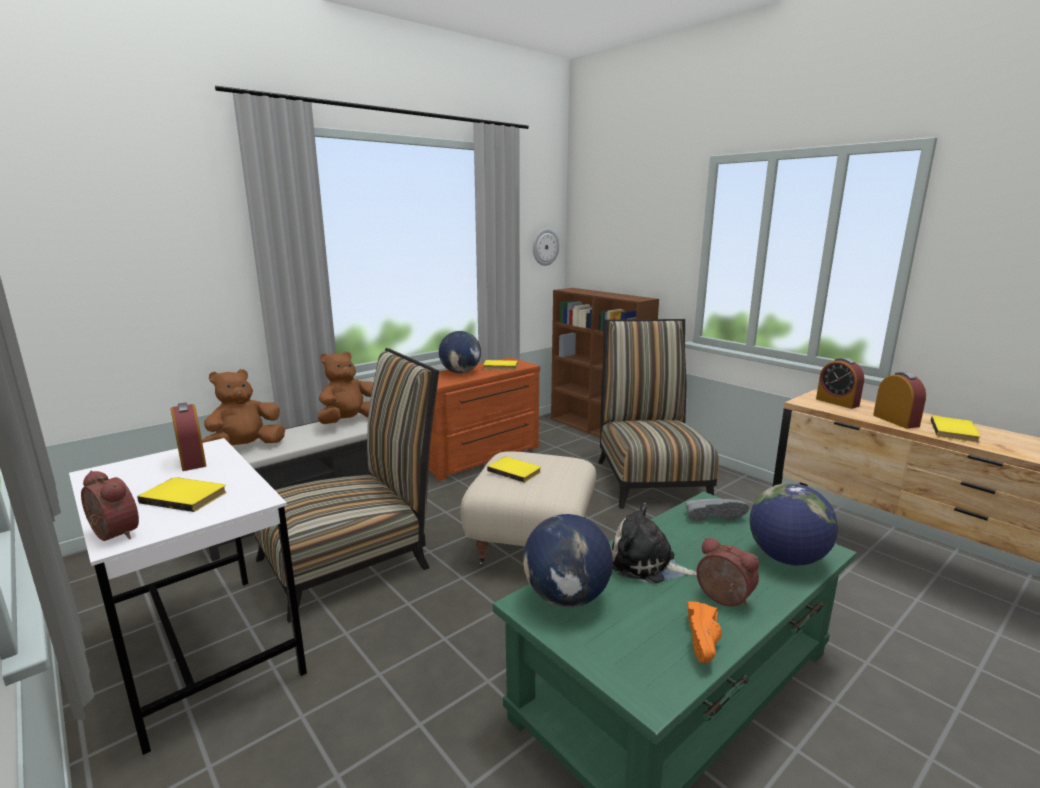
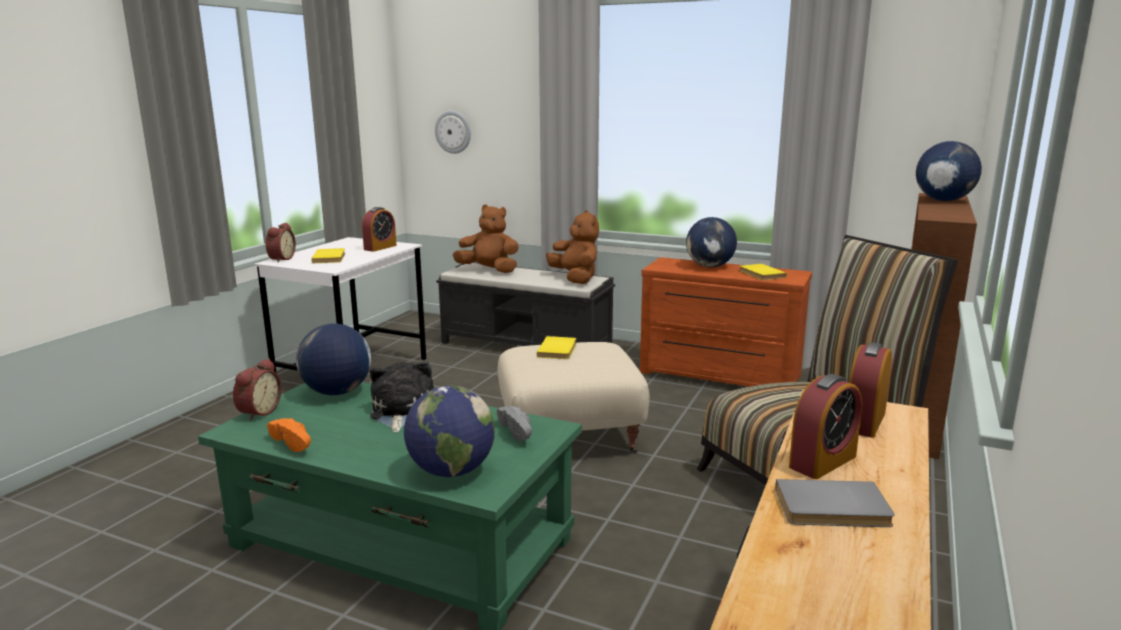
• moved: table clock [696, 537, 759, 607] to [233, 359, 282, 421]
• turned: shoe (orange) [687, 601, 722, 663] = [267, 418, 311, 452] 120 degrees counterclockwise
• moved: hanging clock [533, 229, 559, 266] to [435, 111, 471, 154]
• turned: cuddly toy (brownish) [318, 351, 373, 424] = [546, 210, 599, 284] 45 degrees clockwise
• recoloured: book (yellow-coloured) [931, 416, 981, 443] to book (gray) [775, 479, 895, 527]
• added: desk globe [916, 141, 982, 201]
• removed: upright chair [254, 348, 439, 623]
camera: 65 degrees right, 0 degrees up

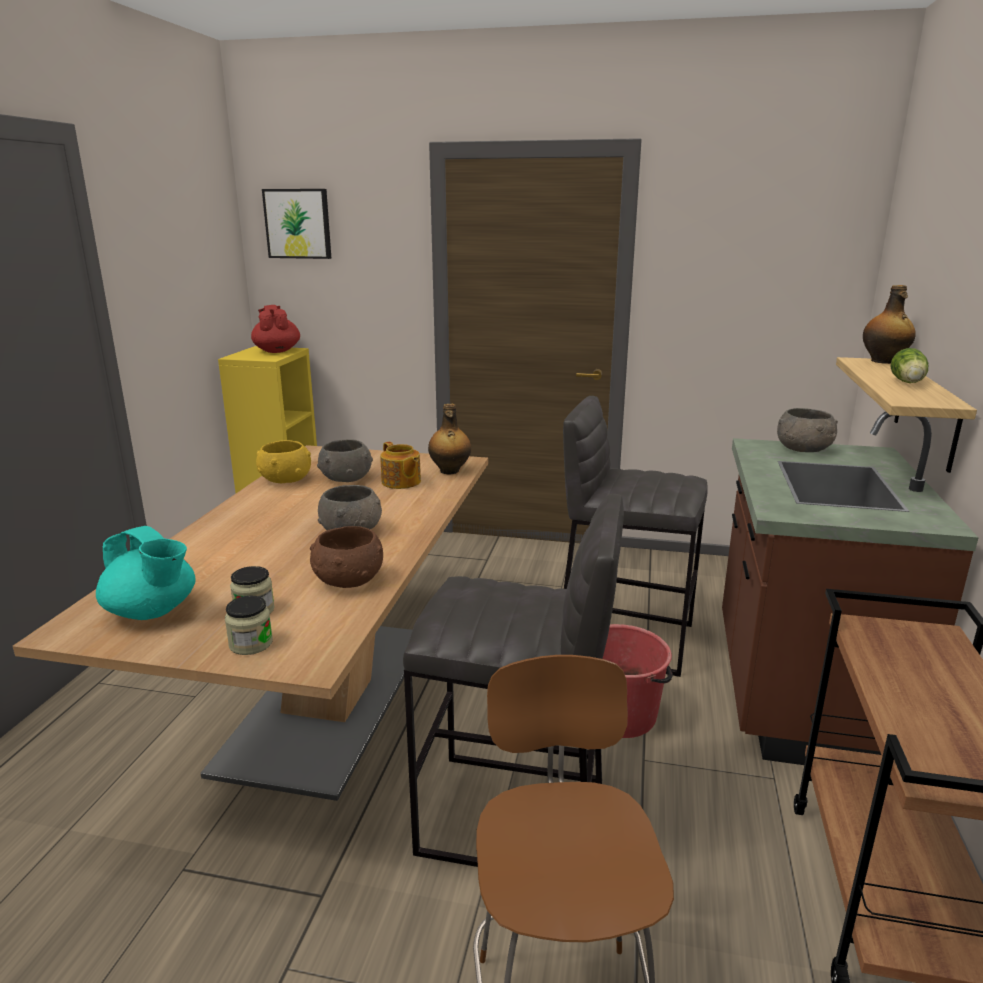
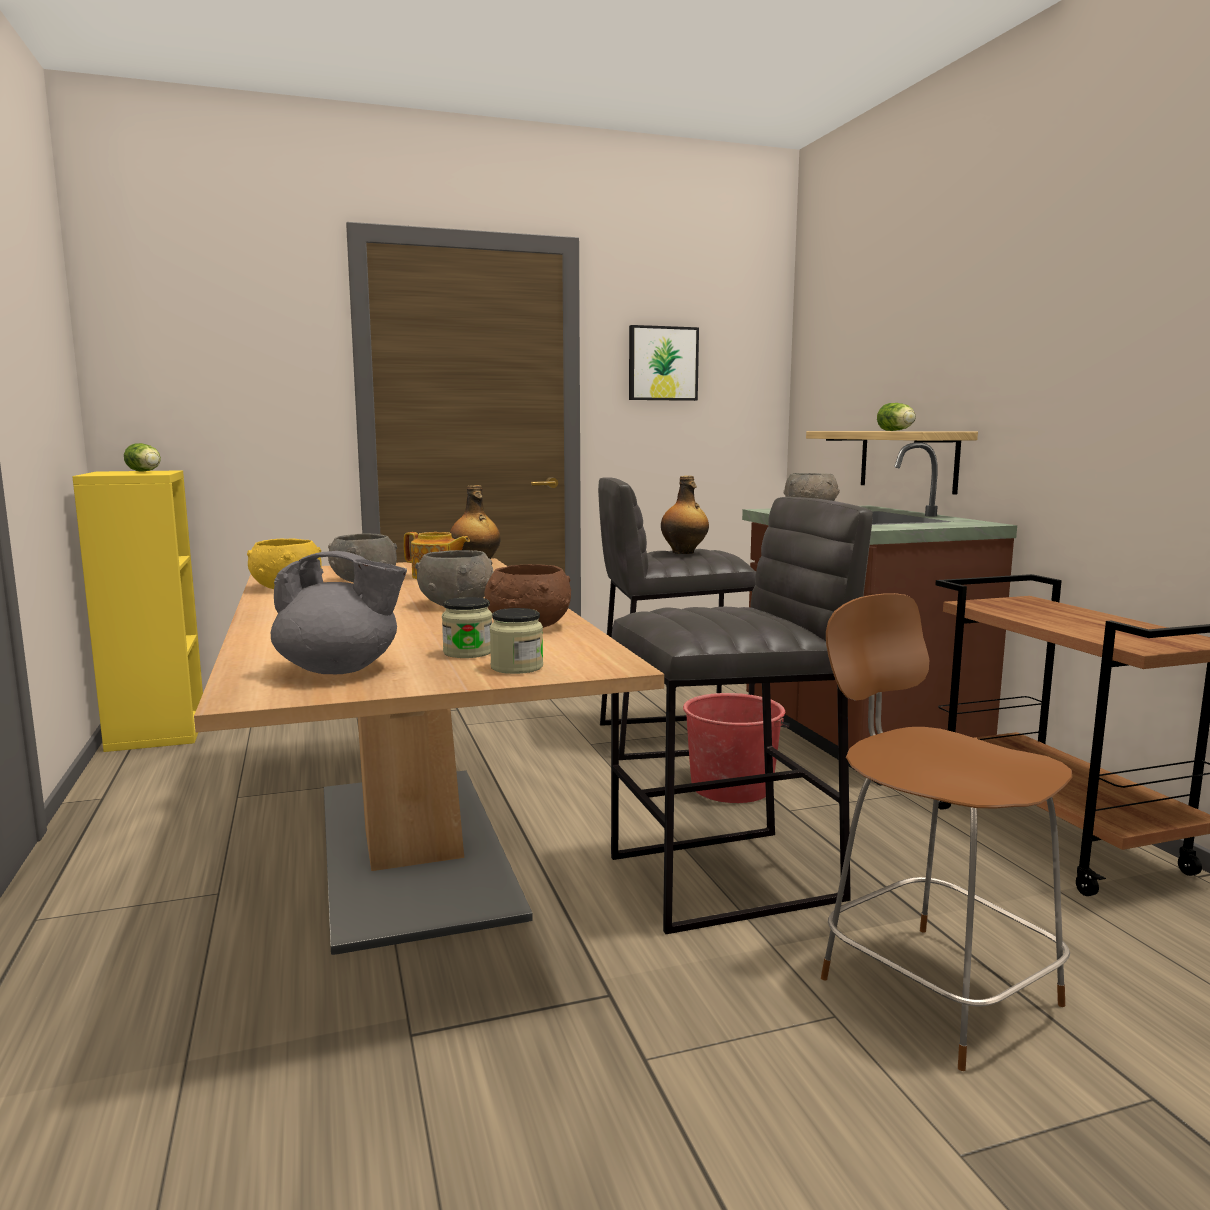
• replaced: teapot (reddish) [251, 305, 300, 353] to head of lettuce [124, 443, 161, 472]
• recoloured: teapot (turquoise-coloured) [96, 526, 196, 620] to teapot (gray) [271, 551, 407, 674]
• moved: picture [262, 189, 331, 259] to [629, 325, 699, 401]
• moved: beverage bottle [863, 285, 916, 364] to [661, 476, 709, 554]
camera: 30 degrees left, 10 degrees down

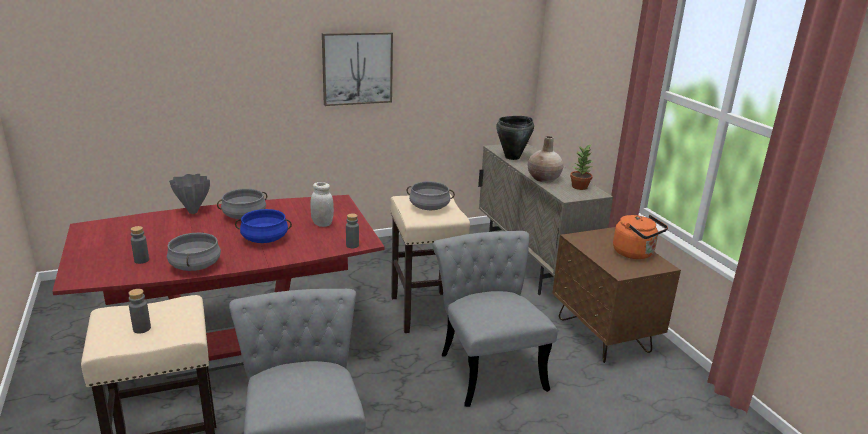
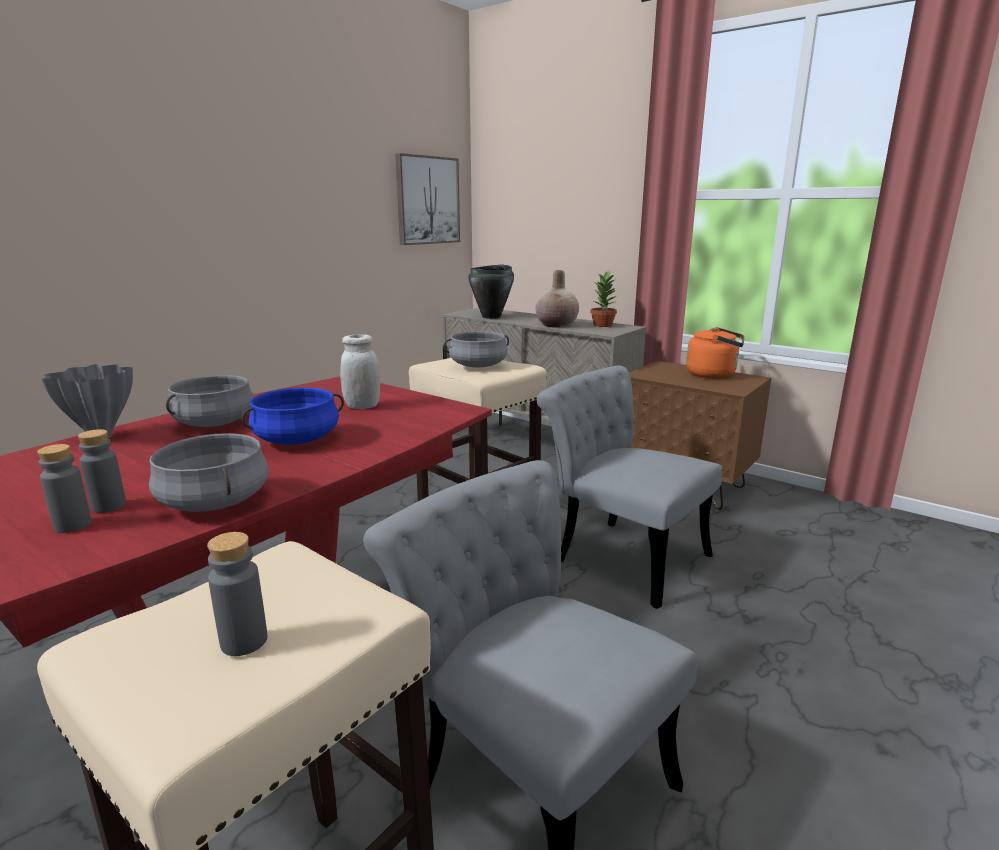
• moved: beverage bottle (gray) [346, 213, 359, 248] to [78, 429, 126, 513]
• moved: picture [322, 32, 393, 106] to [395, 153, 460, 245]
camera: 30 degrees left, 5 degrees down

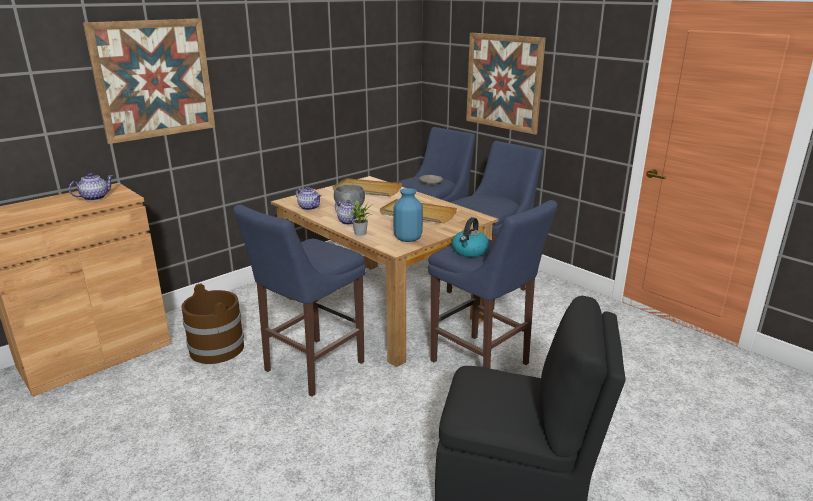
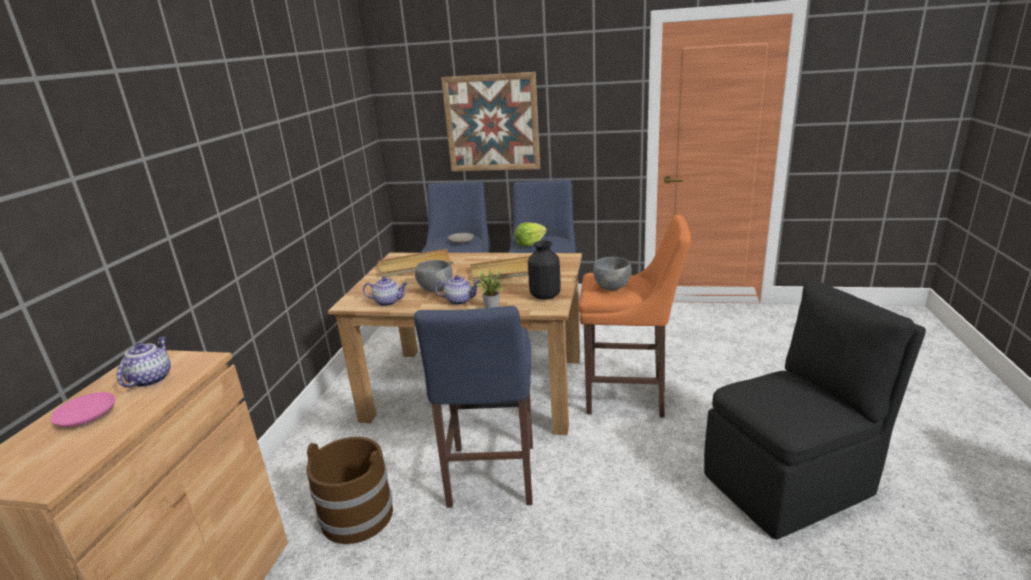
• added: plate (pink-coloured) [50, 392, 116, 427]
• added: head of lettuce [514, 222, 547, 247]
• recoloured: flower vase (blue) [393, 188, 423, 242] to flower vase (black) [528, 240, 561, 300]
• recoloured: stool seat (blue) [428, 200, 557, 368] to stool seat (orange) [579, 215, 691, 417]
• replaced: water kettle [452, 217, 489, 257] to serving bowl (gray) [593, 257, 632, 291]
• removed: picture [82, 18, 215, 144]
camera: 35 degrees left, 0 degrees up

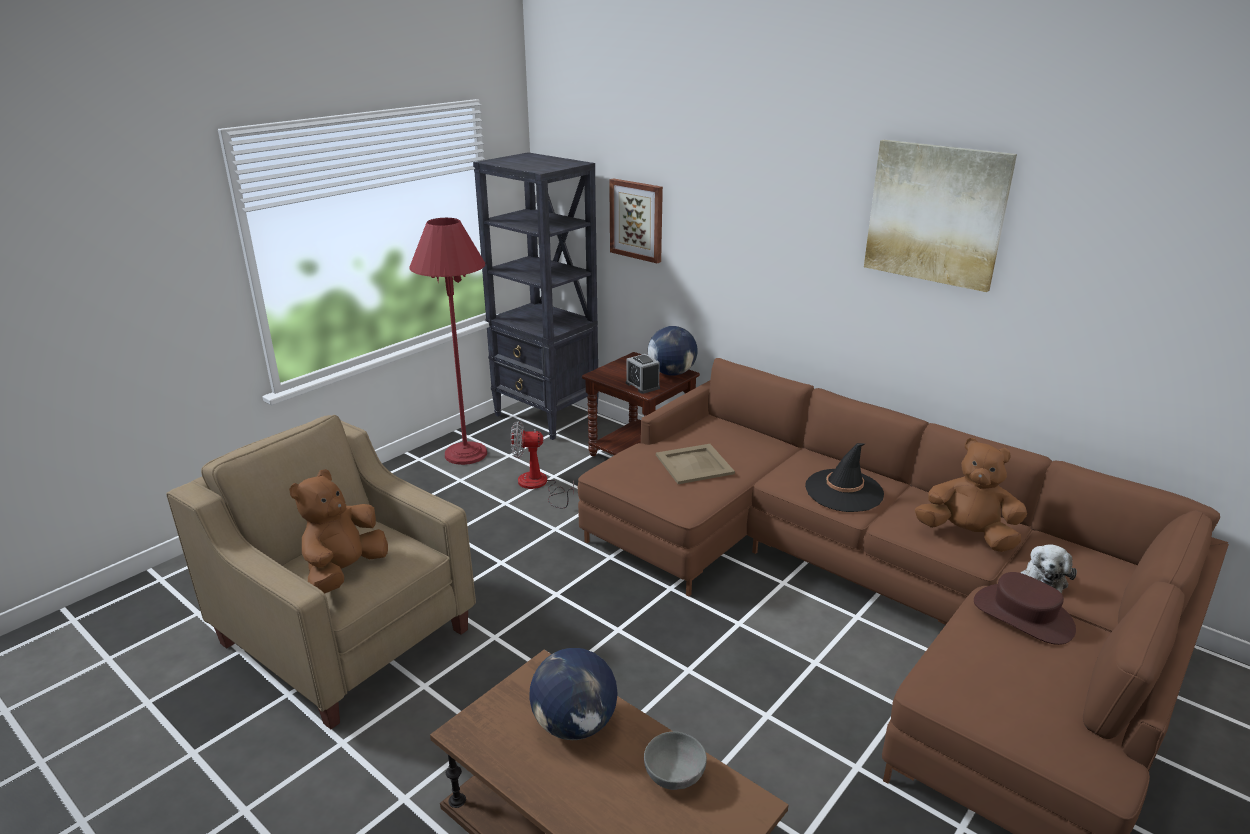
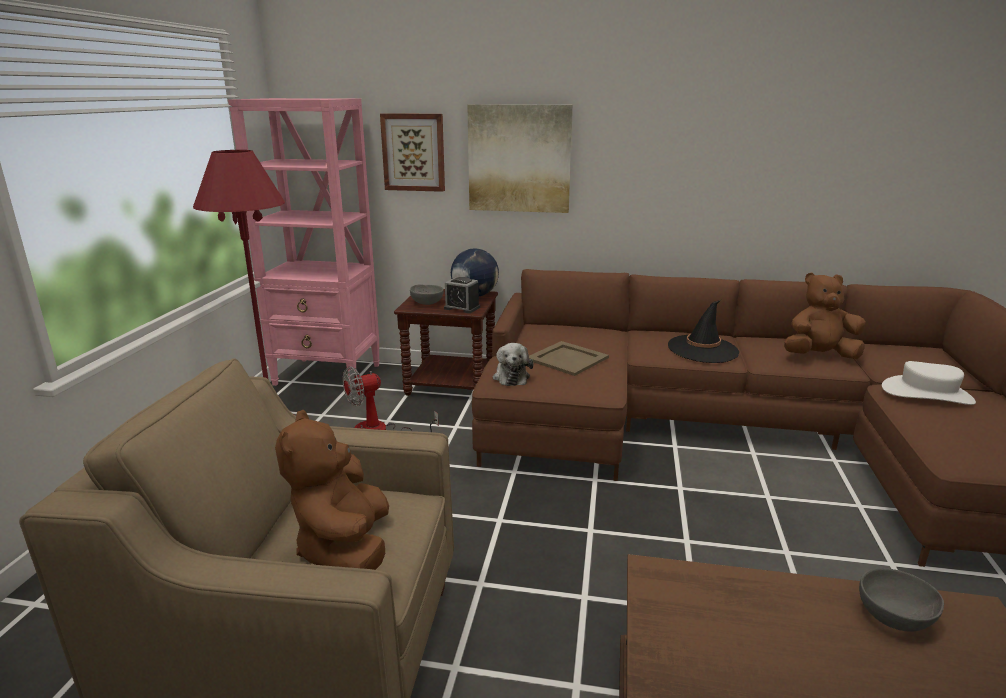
• recoloured: bookcase (black) [473, 152, 599, 440] to bookcase (pink-coloured) [228, 98, 380, 392]
• added: serving bowl (gray) [410, 284, 444, 305]
• moved: picture [864, 140, 1017, 292] to [467, 104, 573, 213]
• moved: cuddly toy [1021, 544, 1077, 594] to [493, 343, 533, 386]
• recoloured: wearable hat (brownish) [974, 572, 1076, 645] to wearable hat (whitish) [882, 361, 976, 405]
• removed: desk globe [529, 648, 618, 740]
camera: 30 degrees left, 5 degrees down

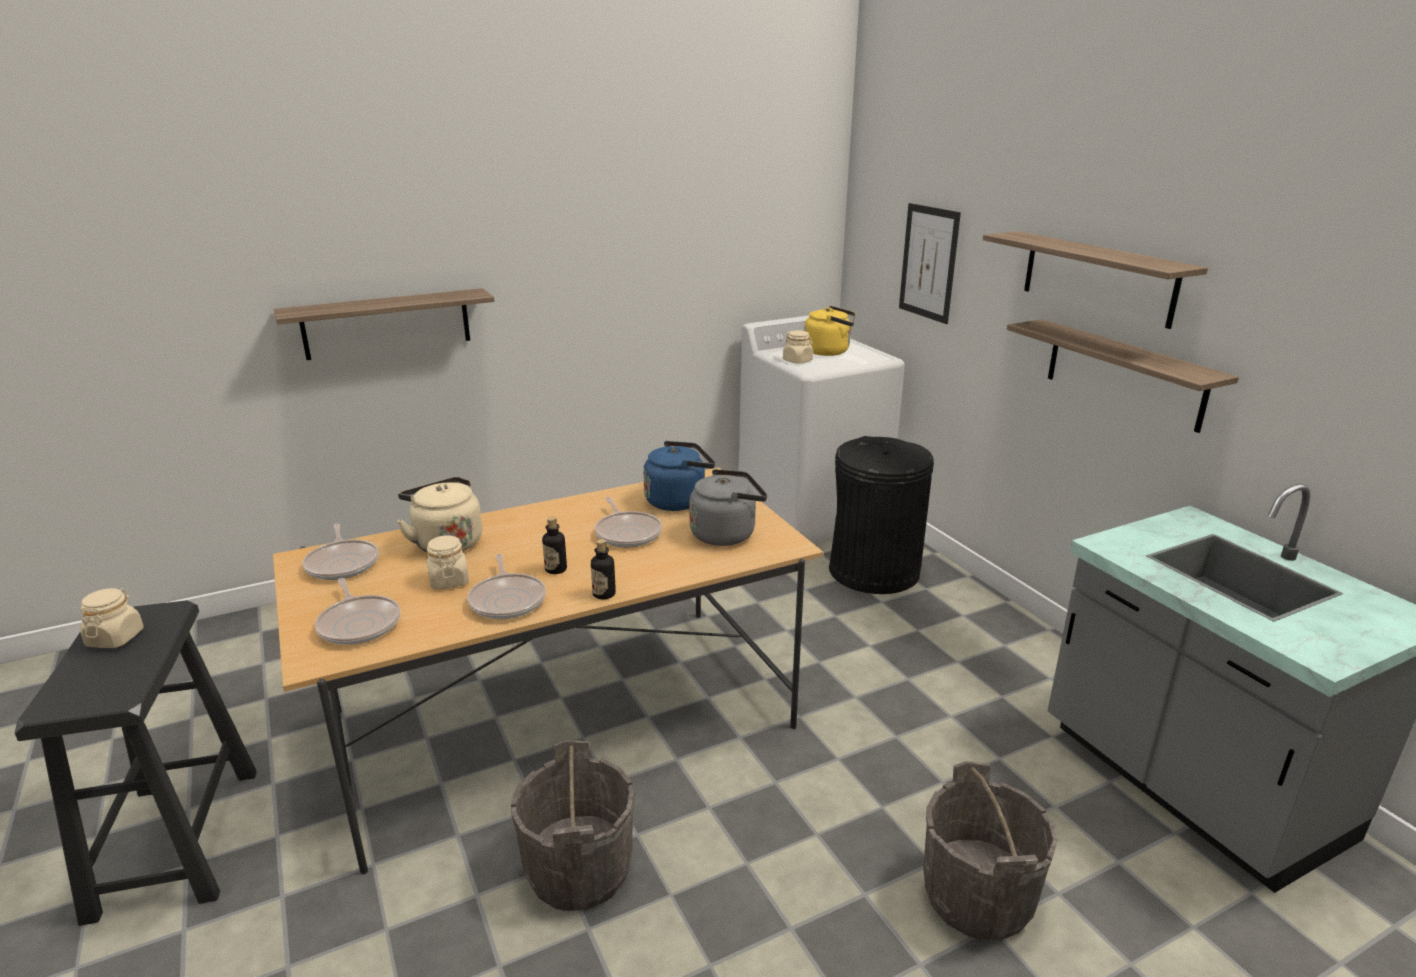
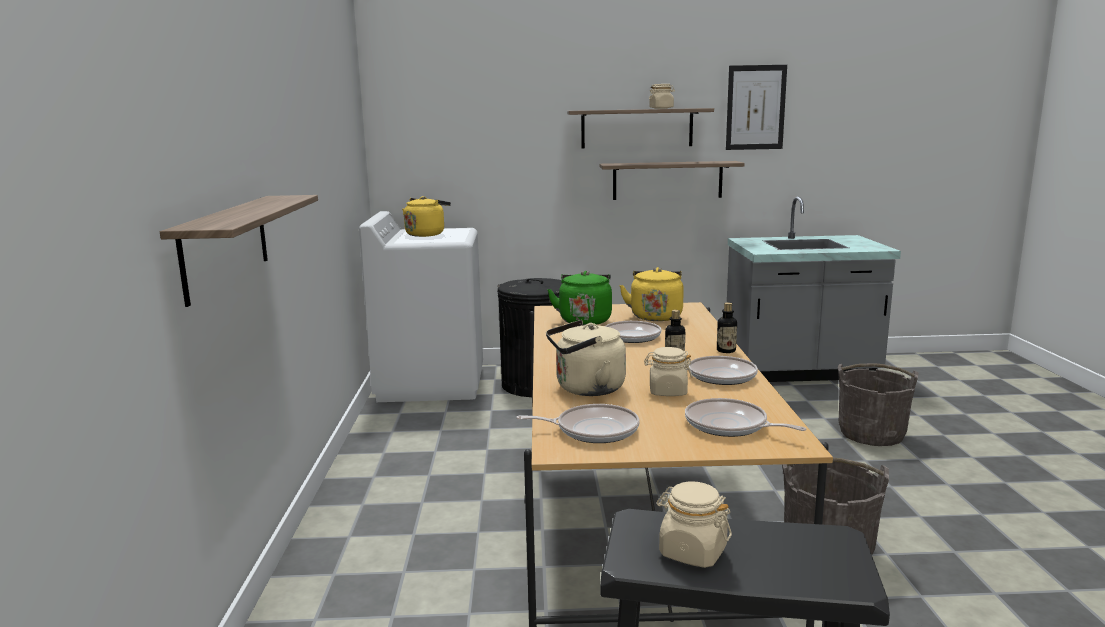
• recoloured: water kettle (blue) [643, 441, 715, 511] to water kettle (green-coloured) [547, 271, 612, 326]
• recoloured: water kettle (gray) [689, 469, 767, 546] to water kettle (yellow-coloured) [619, 267, 684, 321]
• moved: jar (beige) [783, 330, 813, 364] to [649, 84, 675, 109]
• turned: pan [315, 578, 400, 645] = [685, 398, 806, 437] 135 degrees counterclockwise
• moved: picture [899, 203, 961, 324] to [726, 65, 787, 150]
camera: 65 degrees left, 10 degrees down

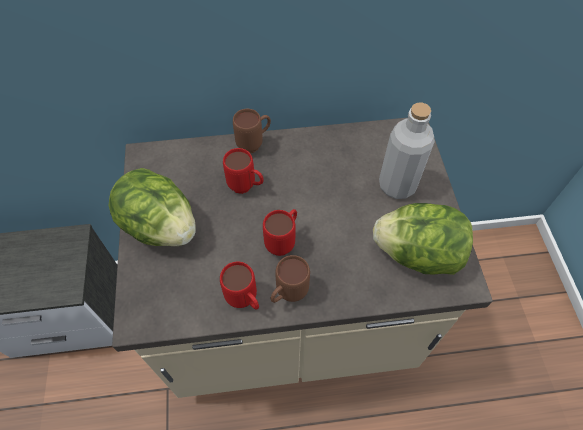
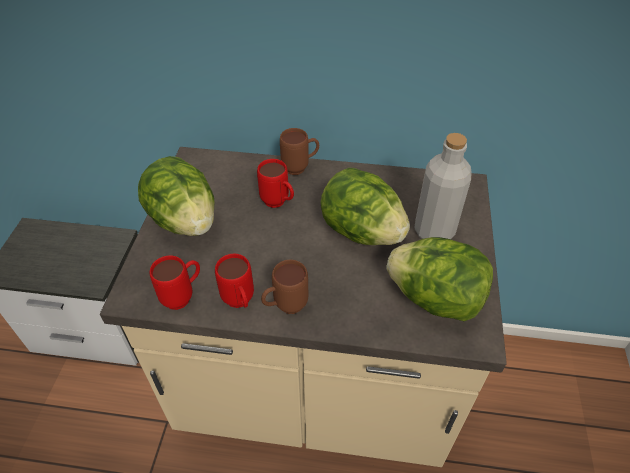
• moved: coffee mug (reddish) [263, 209, 297, 256] to [150, 255, 200, 310]
• added: head of lettuce [320, 168, 410, 245]
camera: 15 degrees right, 10 degrees down

